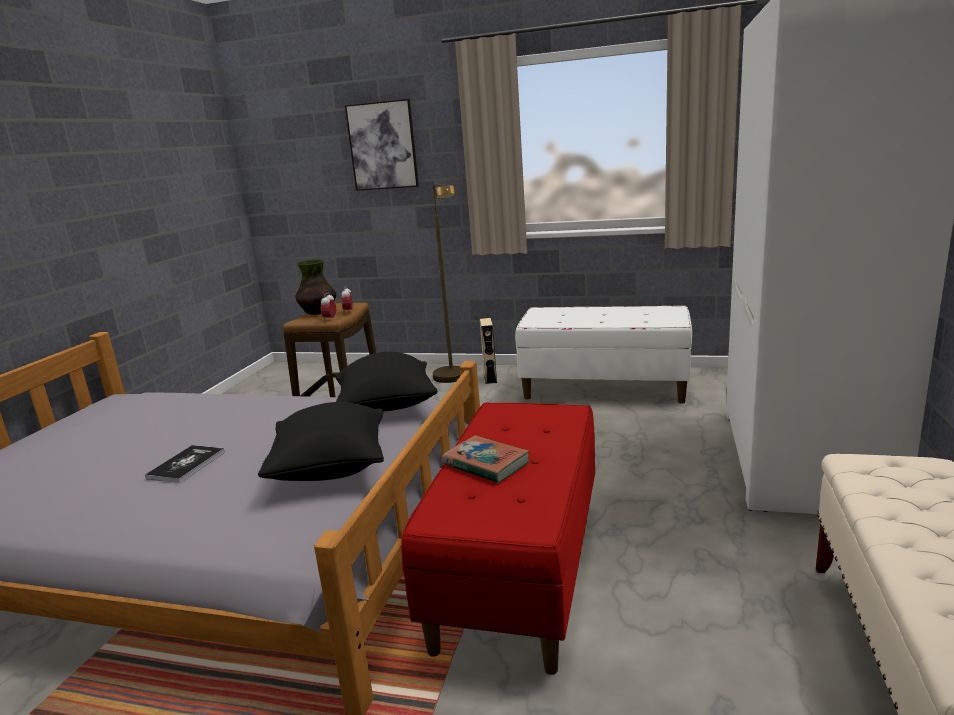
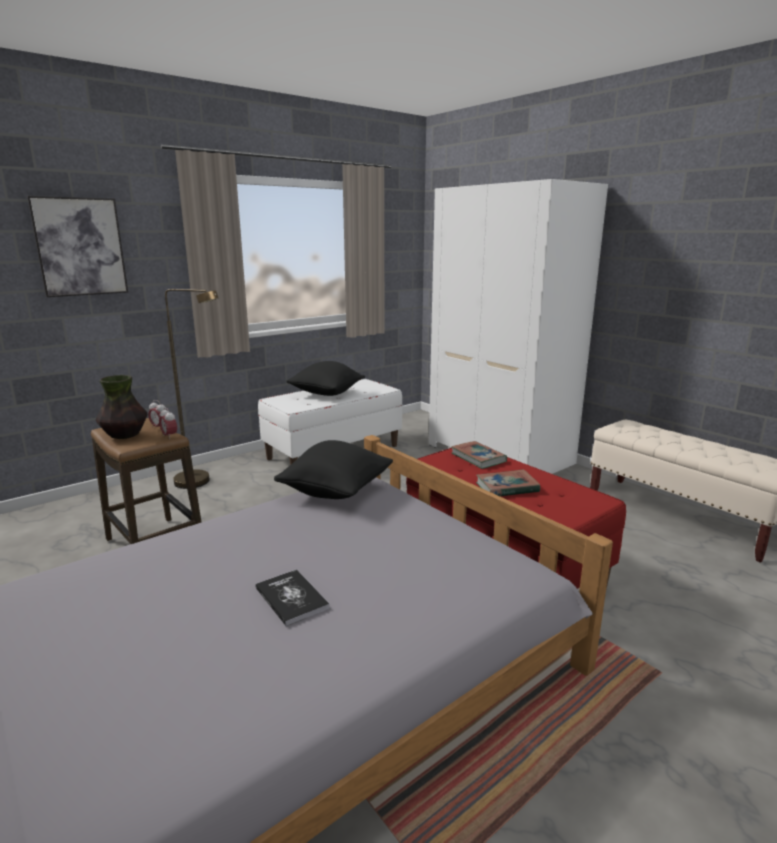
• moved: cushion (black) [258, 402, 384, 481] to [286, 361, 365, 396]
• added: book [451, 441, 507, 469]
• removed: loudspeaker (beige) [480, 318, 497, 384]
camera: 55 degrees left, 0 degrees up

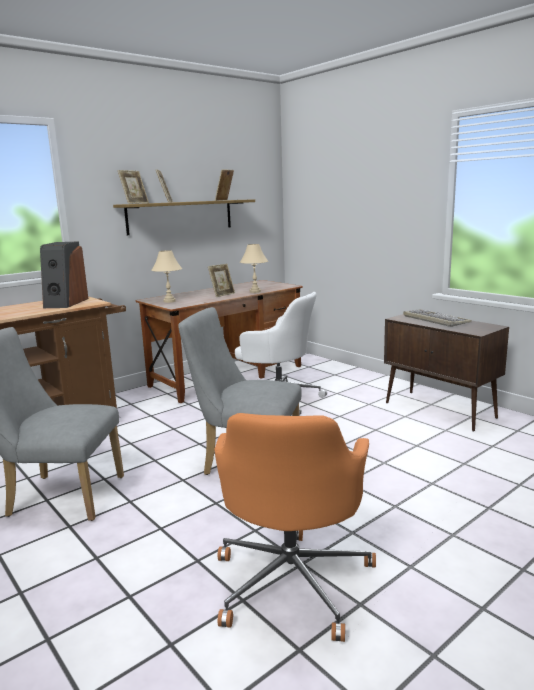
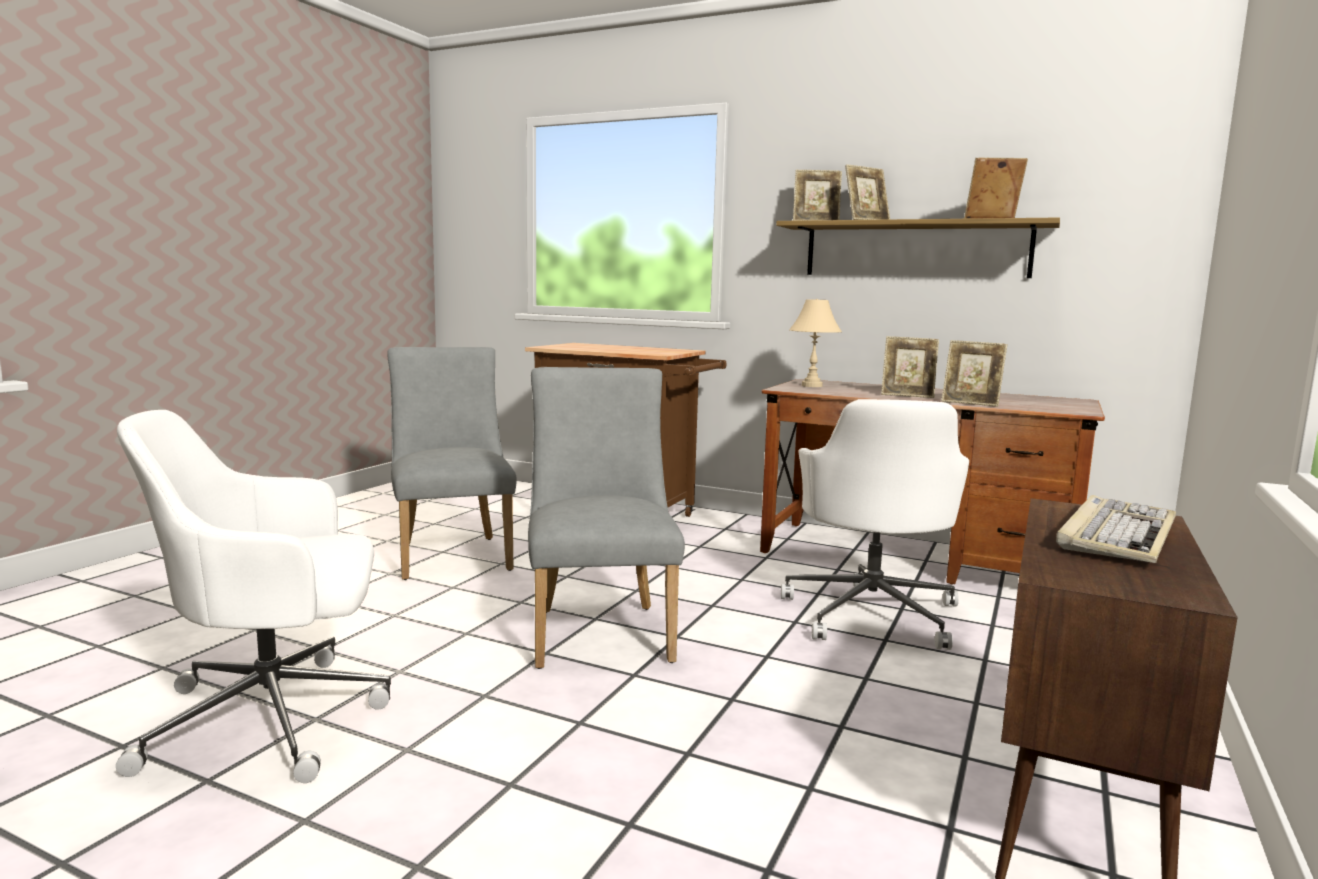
• recoloured: computer chair (orange) [214, 413, 376, 642] to computer chair (whitish) [116, 410, 391, 783]
• replaced: tabletop lamp (beige) [240, 244, 268, 293] to photo frame [941, 340, 1007, 407]
• removed: loudspeaker [40, 241, 88, 308]
camera: 65 degrees right, 5 degrees down

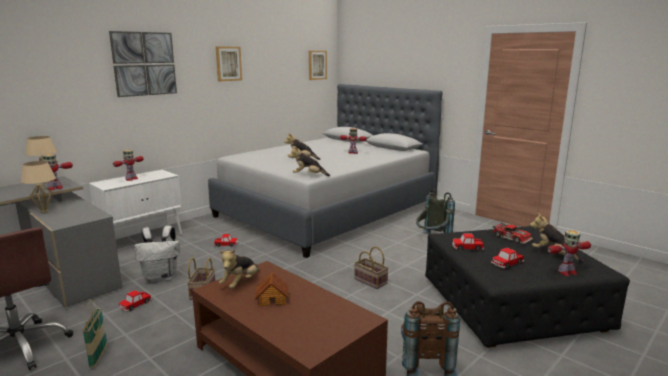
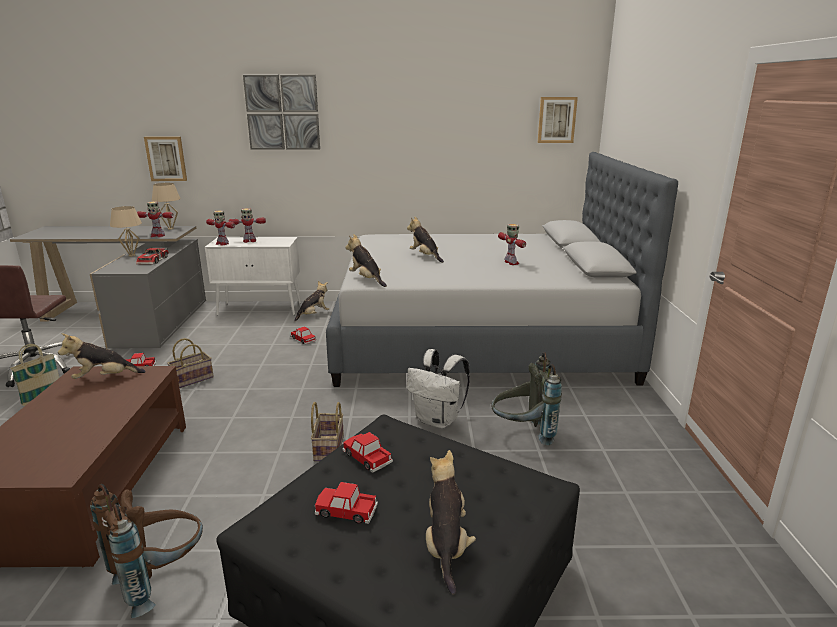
• moved: model car [492, 222, 533, 244] to [136, 247, 169, 265]
• moved: picture [216, 47, 242, 82] to [144, 137, 187, 181]
• moved: robot figure [547, 230, 591, 276] to [206, 210, 235, 246]
• added: cuddly toy [295, 281, 329, 321]
• moved: rucksack (whitish) [134, 225, 180, 283] to [407, 349, 470, 429]
• removed: miniature house [255, 272, 289, 306]
camera: 45 degrees right, 5 degrees up

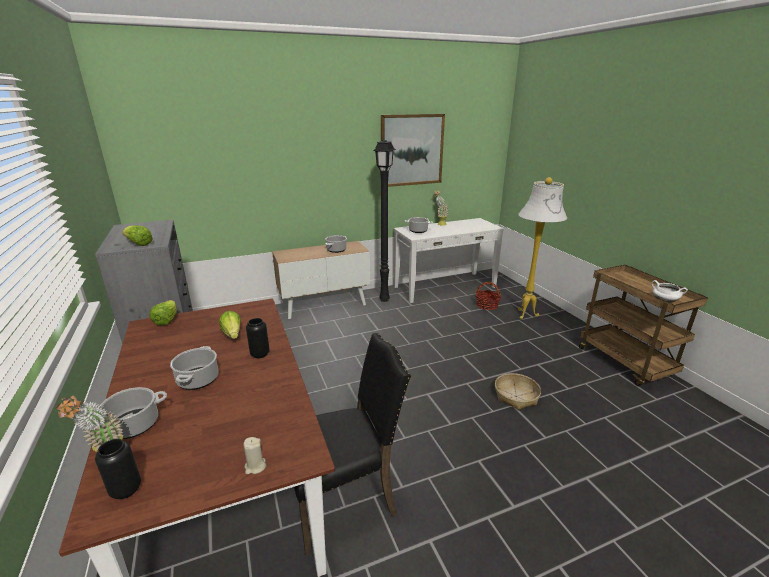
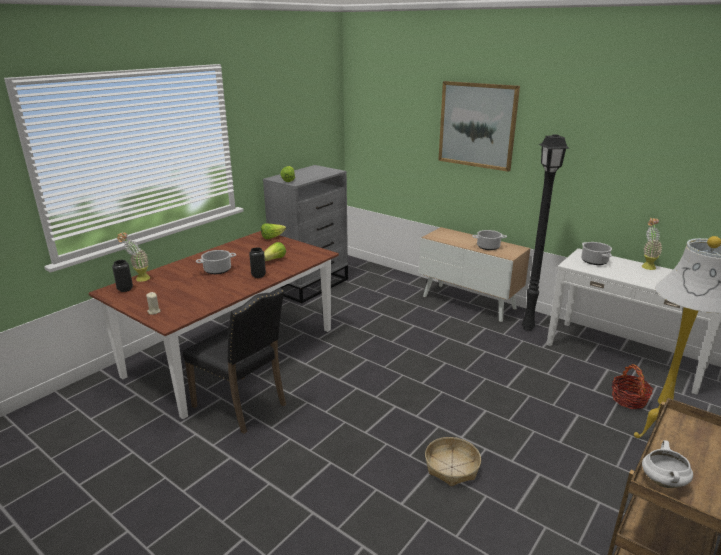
• moved: picture [381, 114, 445, 187] to [438, 81, 520, 172]
• removed: saucepot [101, 387, 167, 439]
camera: 60 degrees right, 0 degrees up

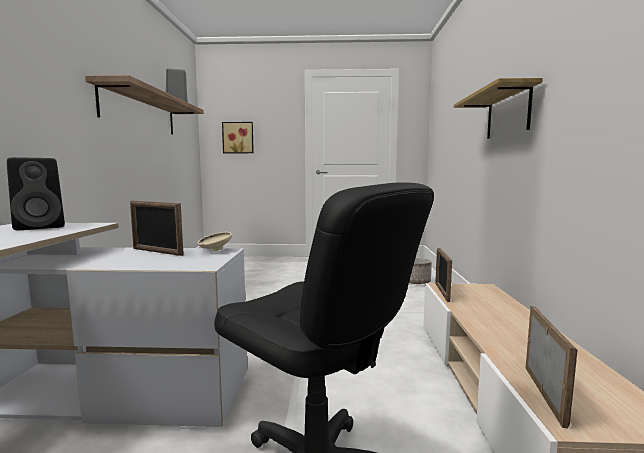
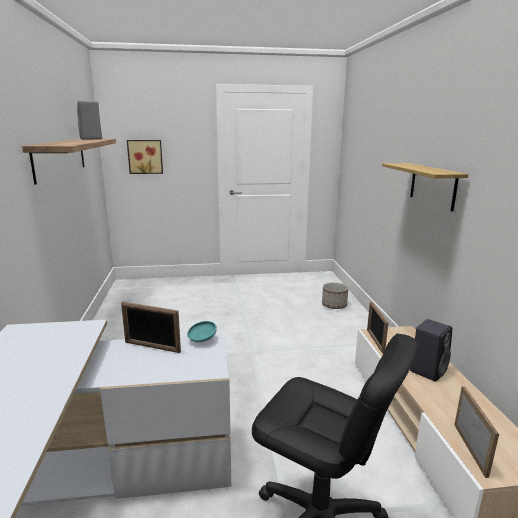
• recoloured: serving bowl (beige) [198, 232, 232, 251] to serving bowl (turquoise-coloured) [187, 321, 217, 342]
• moved: loudspeaker (black) [7, 157, 65, 230] to [410, 319, 452, 382]
camera: 10 degrees left, 10 degrees up

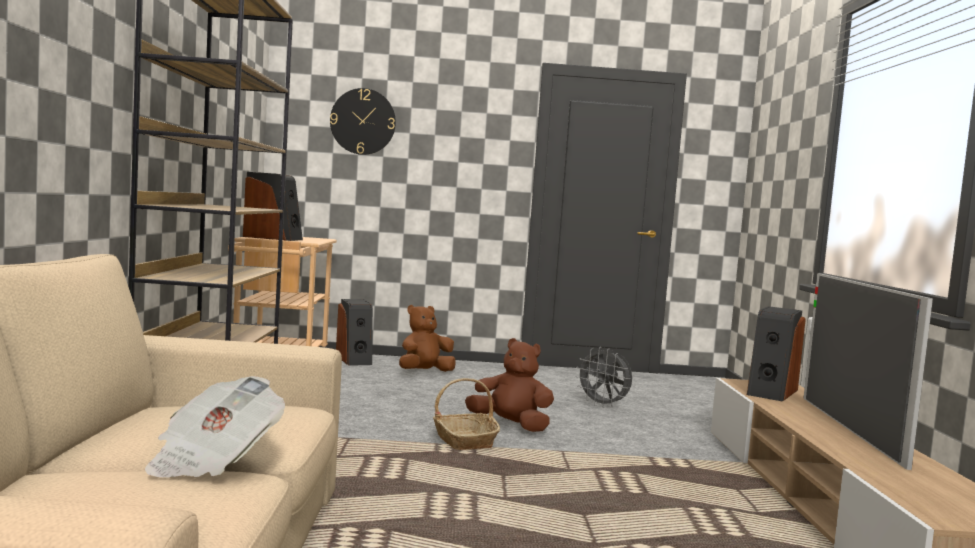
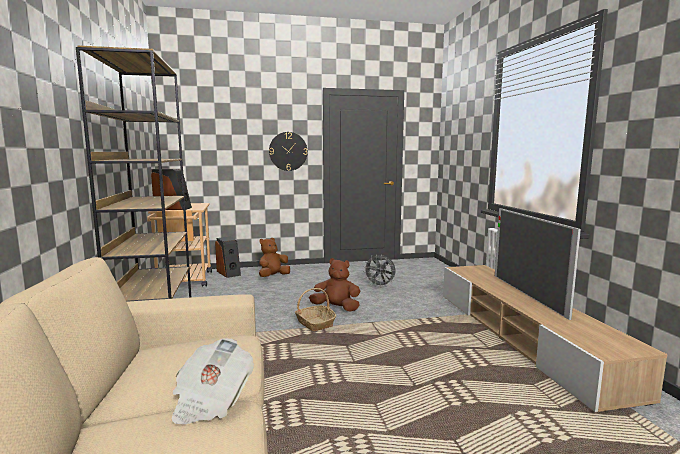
• moved: hanging clock [330, 88, 396, 155] to [269, 132, 308, 171]
• removed: loudspeaker [747, 306, 806, 401]
camera: 10 degrees left, 5 degrees up

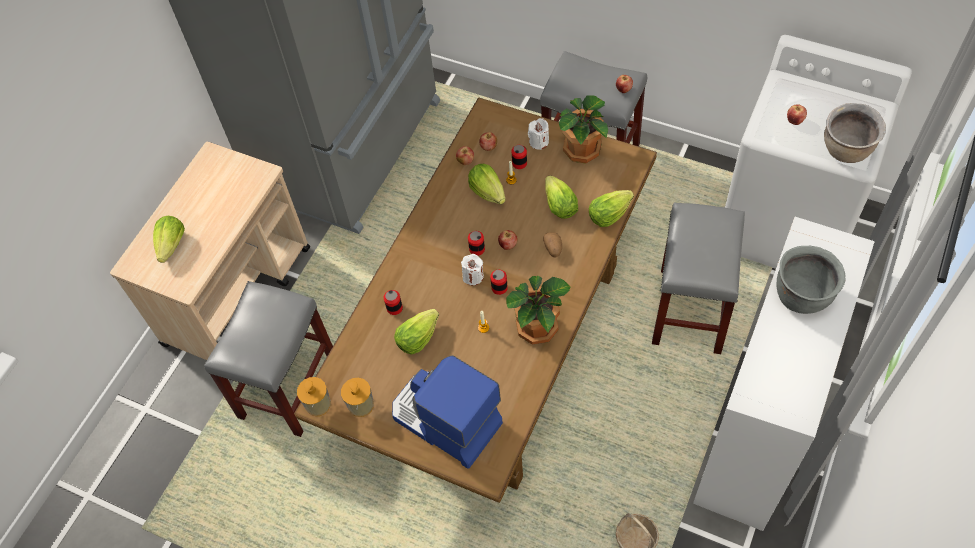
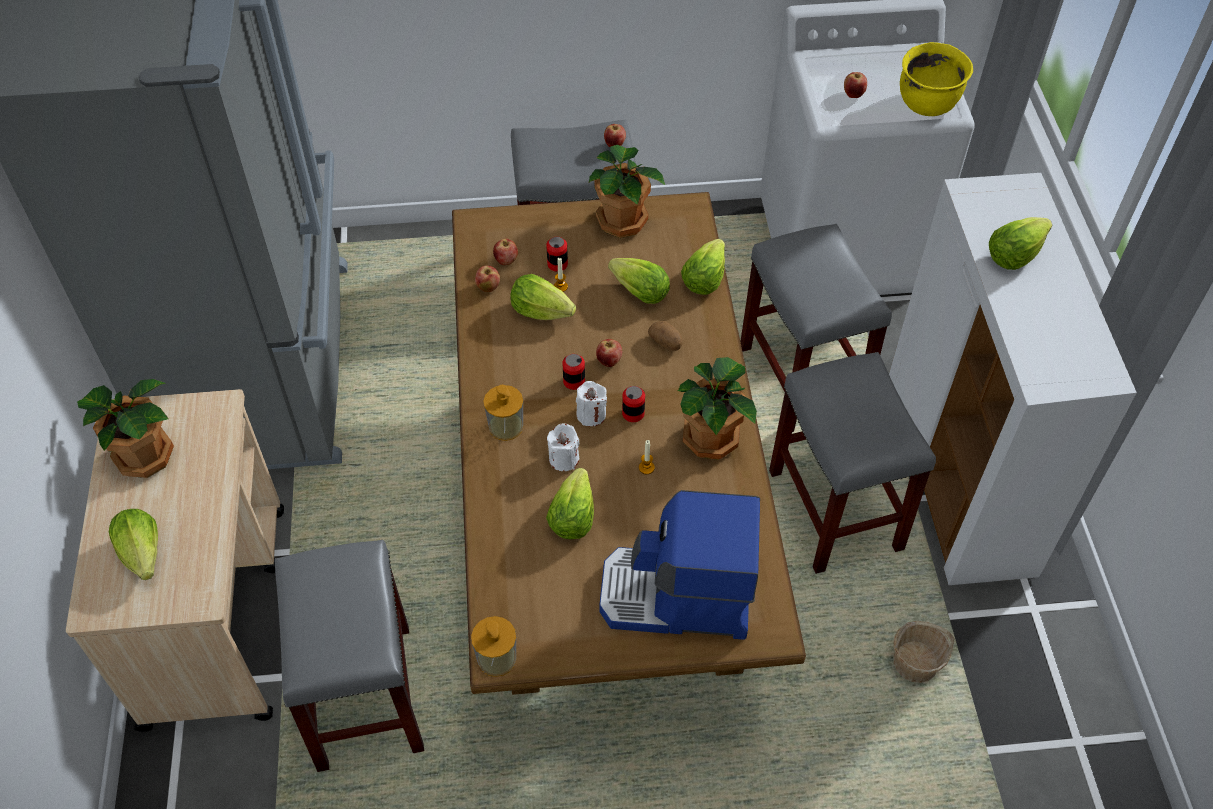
• added: houseplant [77, 379, 174, 478]
• moved: soap bottle [341, 378, 374, 417] to [483, 385, 523, 441]
• moved: wax light (whitish) [528, 118, 549, 150] to [547, 423, 579, 471]
• added: stool seat (gray) [769, 352, 936, 574]
• recoloured: saucepot (brownish) [824, 103, 886, 163] to saucepot (yellow-coloured) [900, 42, 973, 116]
• replaced: saucepot (gray) [776, 246, 846, 314] to head of lettuce [989, 217, 1052, 270]
• removed: sealed can [384, 290, 403, 315]
camera: 35 degrees left, 5 degrees down

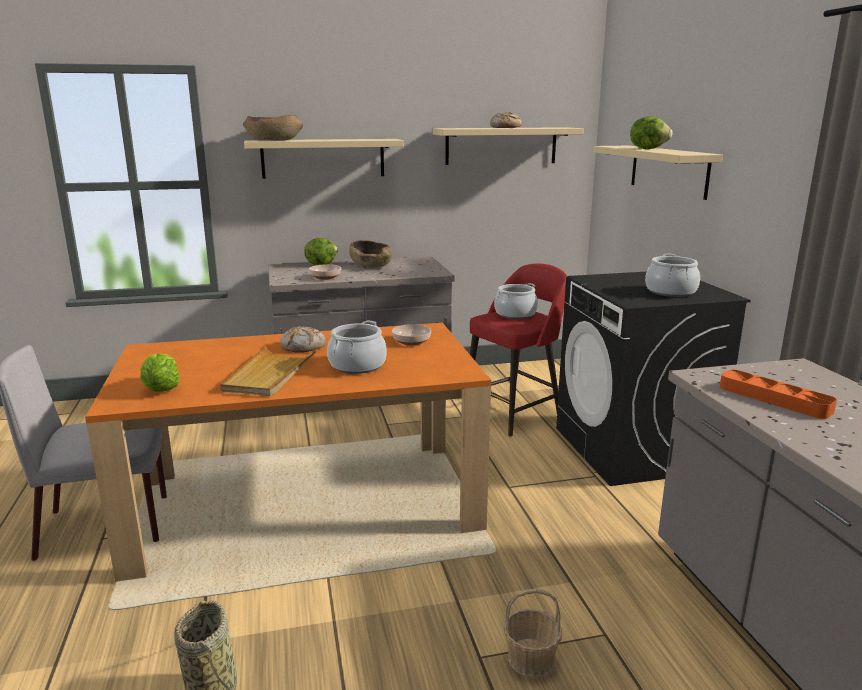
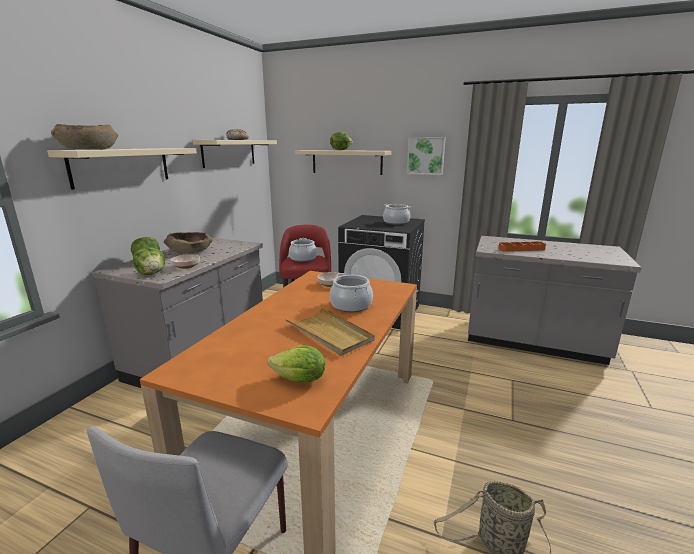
• added: head of lettuce [133, 247, 165, 275]
• added: picture [407, 137, 446, 175]
• removed: bread [280, 326, 326, 353]
• removed: basket [503, 589, 562, 677]
camera: 55 degrees left, 0 degrees up

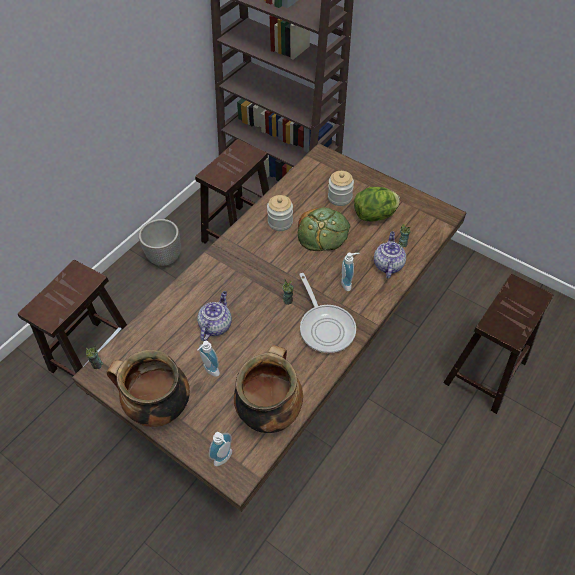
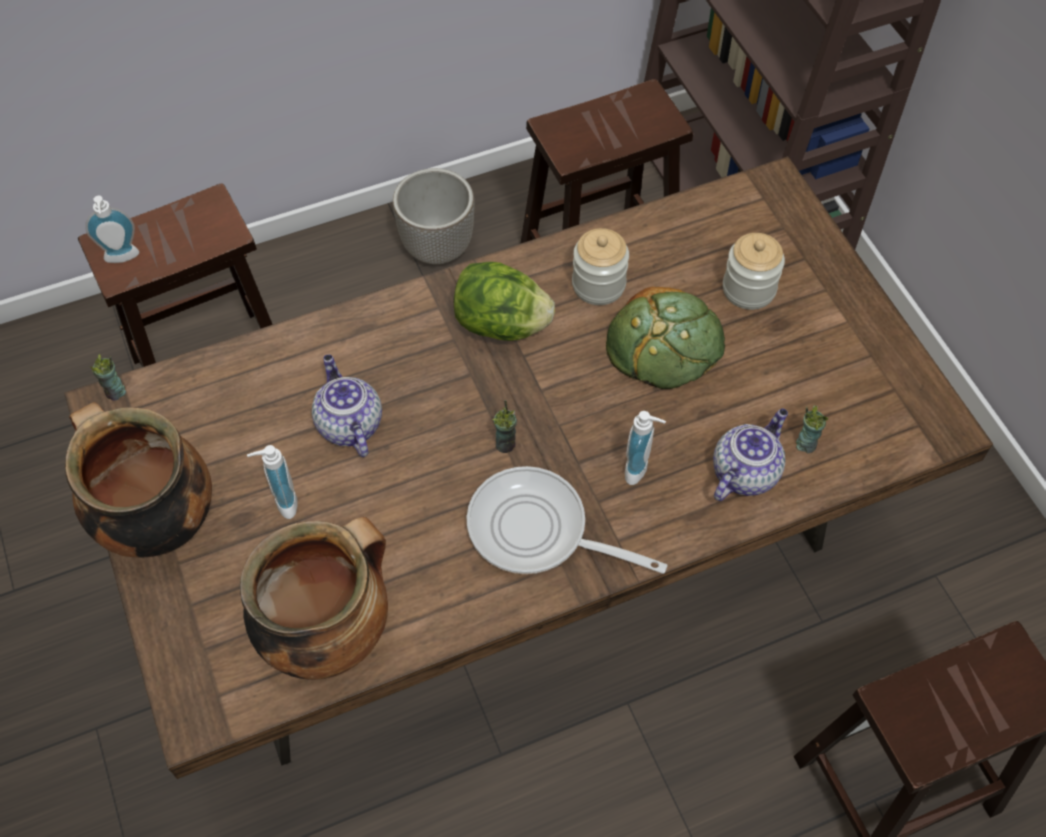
• moved: soap bottle [209, 432, 232, 466] to [85, 196, 139, 263]
• turned: teapot [197, 291, 232, 341] = [312, 355, 382, 457] 75 degrees counterclockwise
• moved: head of lettuce [354, 187, 400, 222] to [454, 262, 555, 341]
• turned: pan [299, 273, 356, 353] = [467, 466, 668, 574] 105 degrees clockwise
camera: 30 degrees right, 5 degrees up

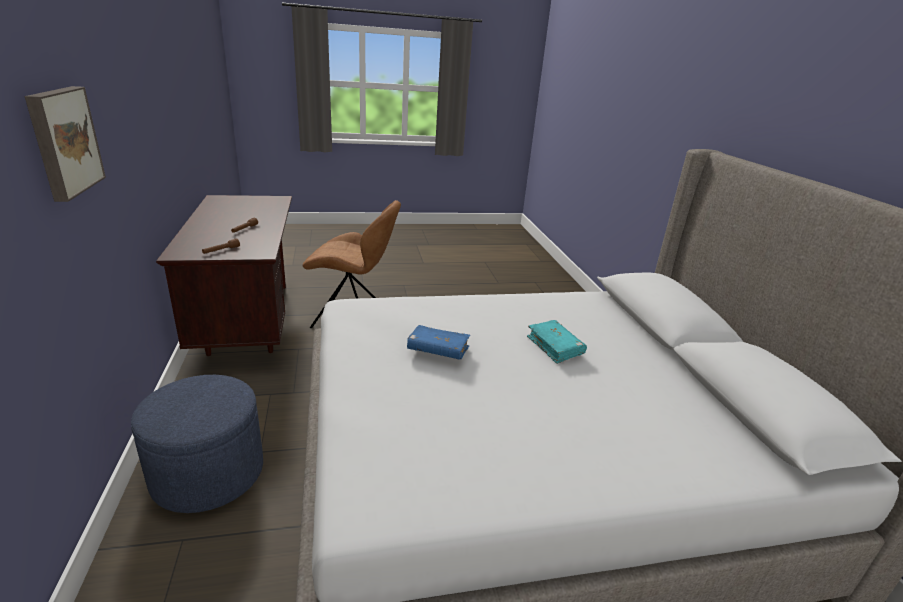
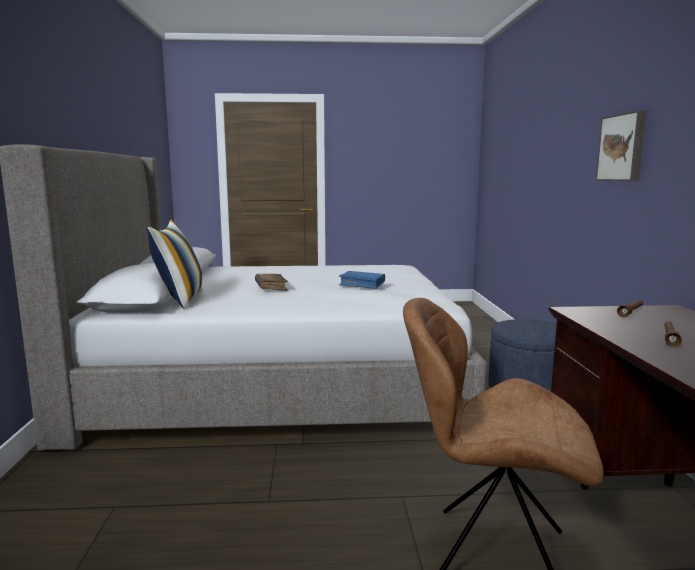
• added: cushion [147, 220, 202, 310]
• recoloured: book (turquoise-coloured) [527, 320, 587, 364] to book (brownish) [255, 274, 288, 291]
camera: 170 degrees left, 15 degrees down

